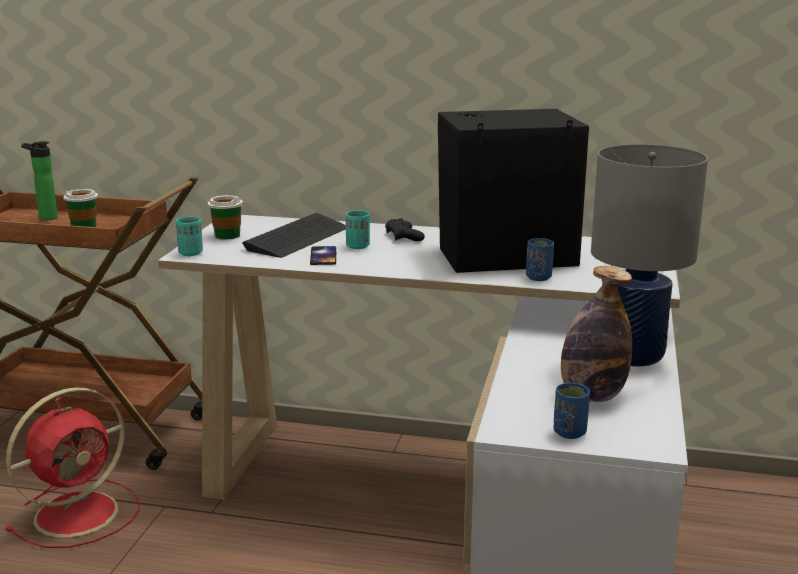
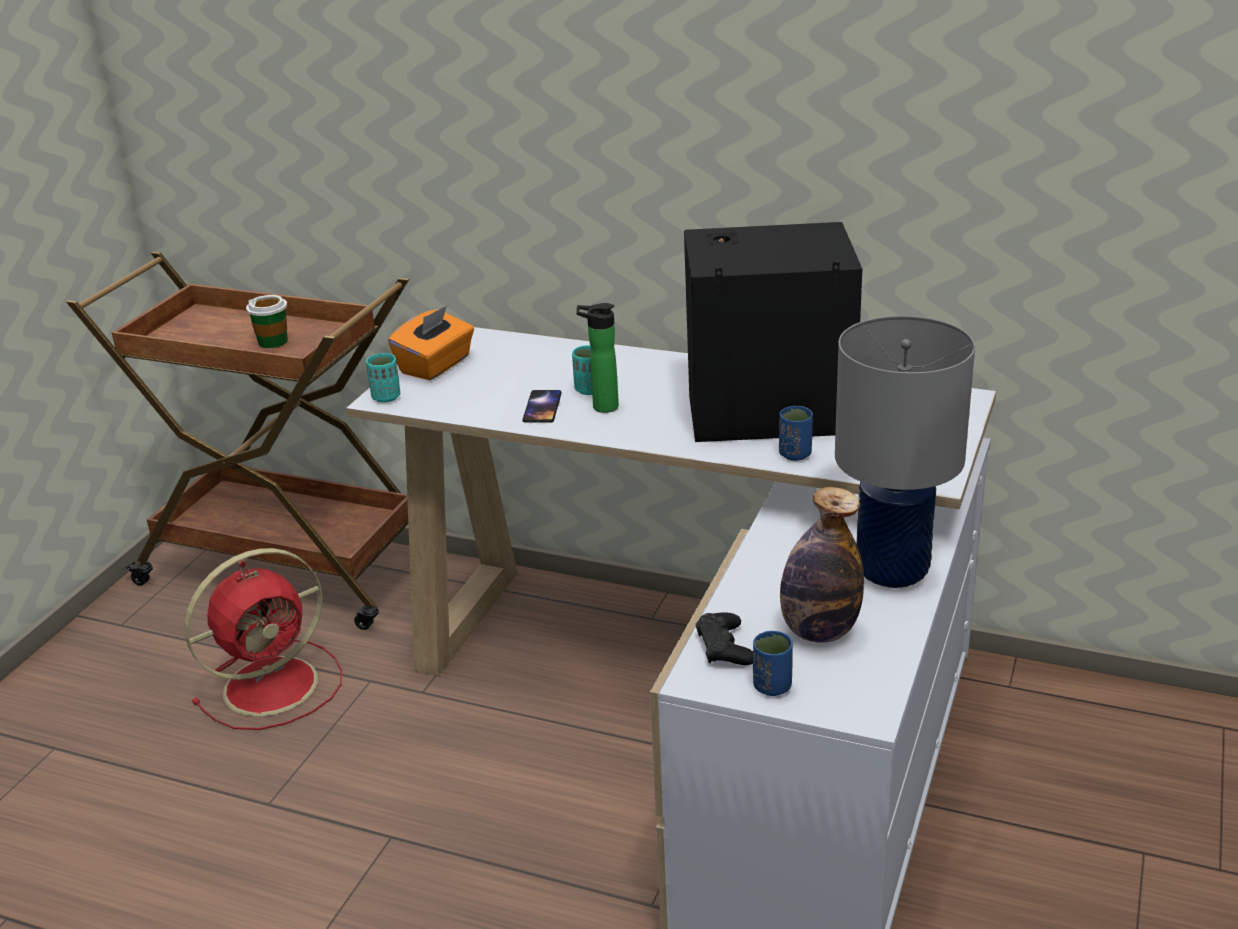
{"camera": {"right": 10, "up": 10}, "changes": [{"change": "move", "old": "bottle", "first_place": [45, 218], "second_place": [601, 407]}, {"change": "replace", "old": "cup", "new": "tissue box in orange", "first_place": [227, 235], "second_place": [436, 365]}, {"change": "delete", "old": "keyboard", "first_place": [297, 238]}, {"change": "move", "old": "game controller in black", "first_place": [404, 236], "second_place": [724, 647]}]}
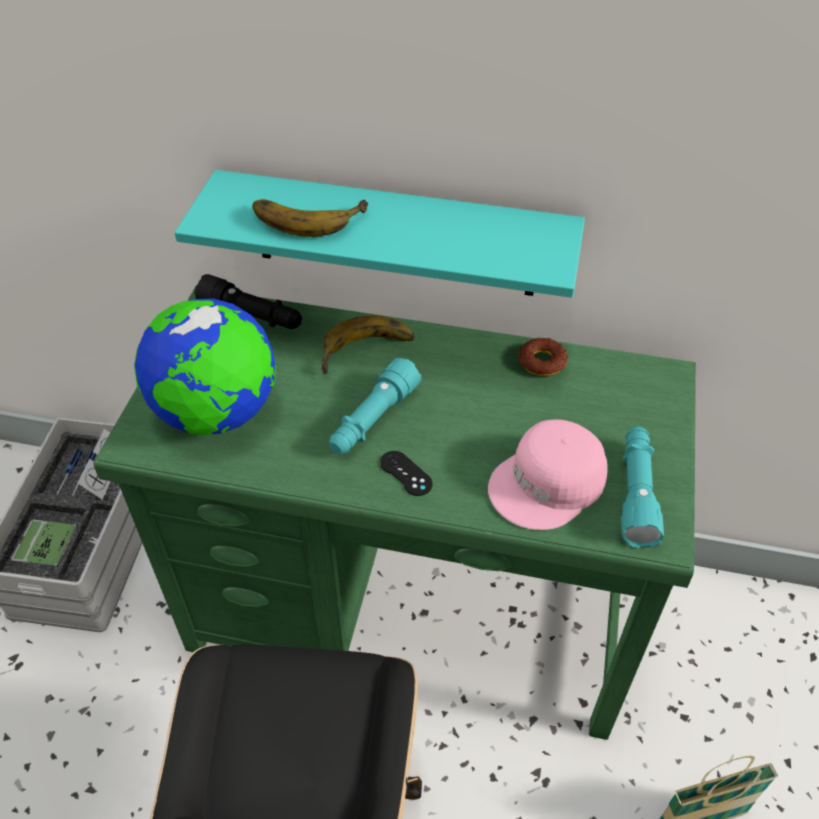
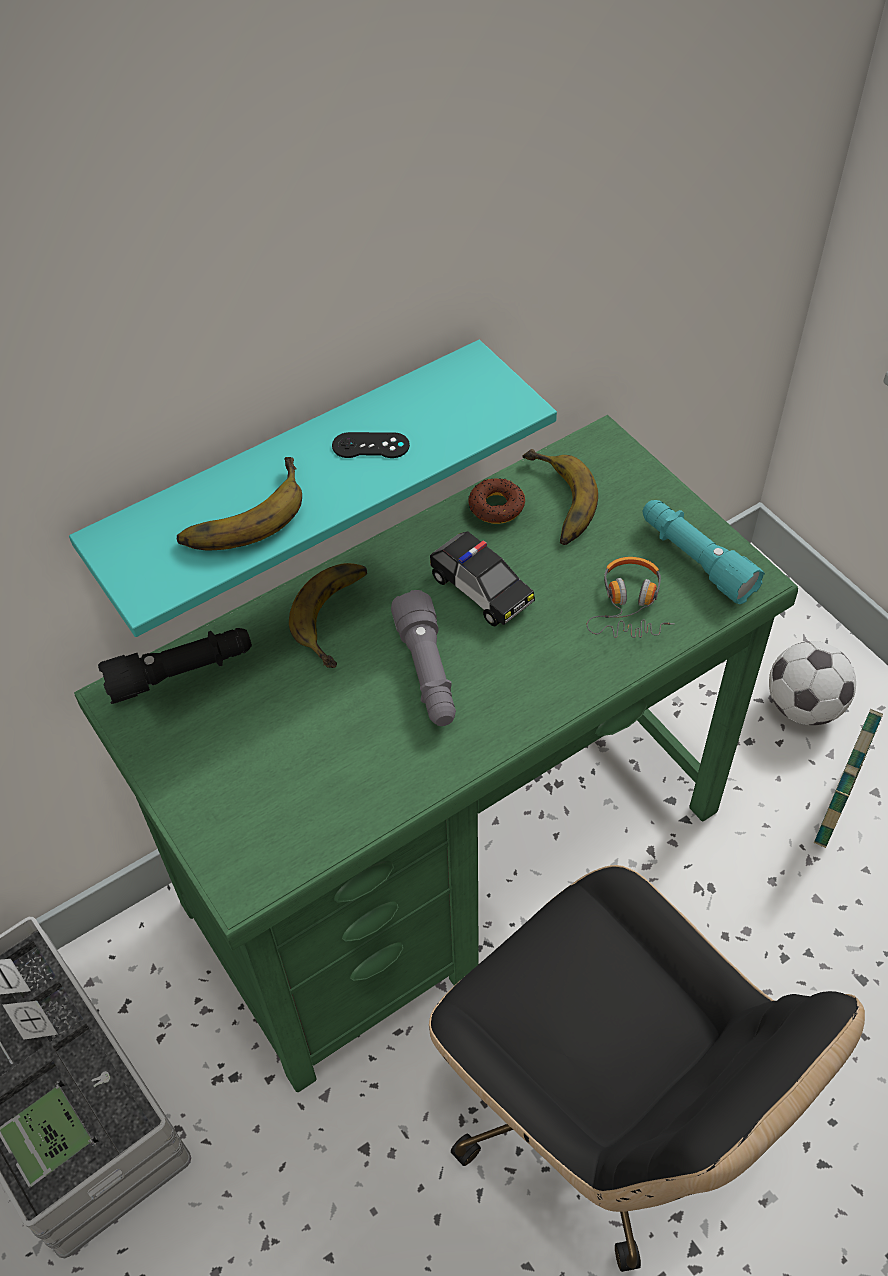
{"camera": {"right": -45, "up": 5}, "changes": [{"change": "delete", "old": "globe", "first_place": [217, 413]}, {"change": "recolor", "old": "flashlight in turquoise", "new": "flashlight in grey", "first_place": [373, 419], "second_place": [427, 672]}, {"change": "replace", "old": "cap in pink", "new": "headphones", "first_place": [549, 484], "second_place": [629, 606]}, {"change": "move", "old": "game controller in black", "first_place": [406, 473], "second_place": [370, 446]}, {"change": "insert", "new": "banana", "second_place": [552, 503]}, {"change": "insert", "new": "toy car", "second_place": [480, 589]}, {"change": "insert", "new": "football", "second_place": [803, 706]}]}
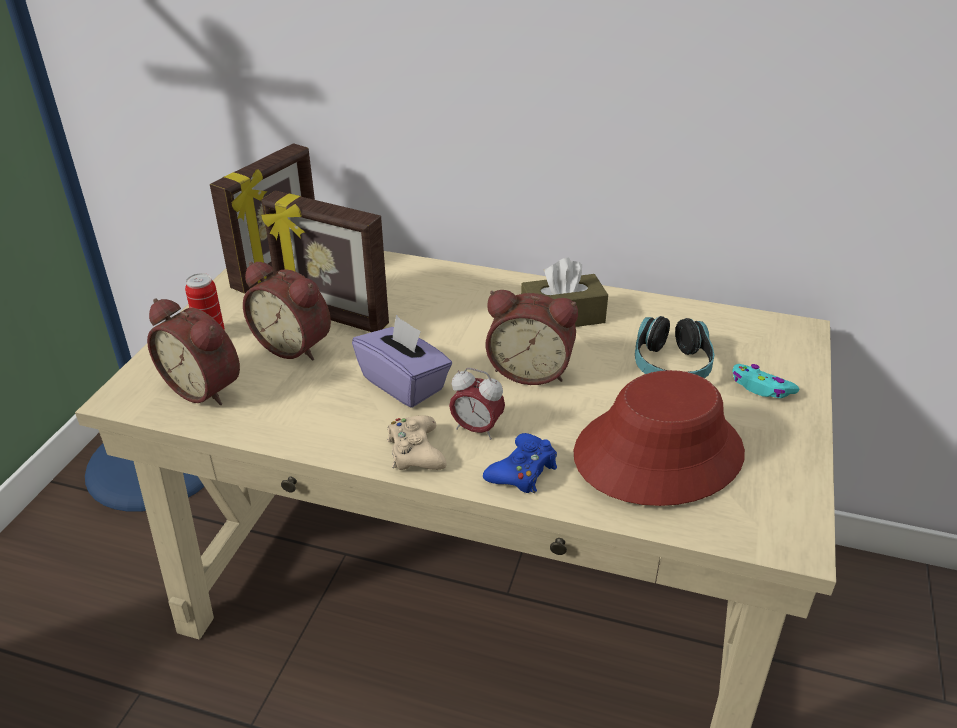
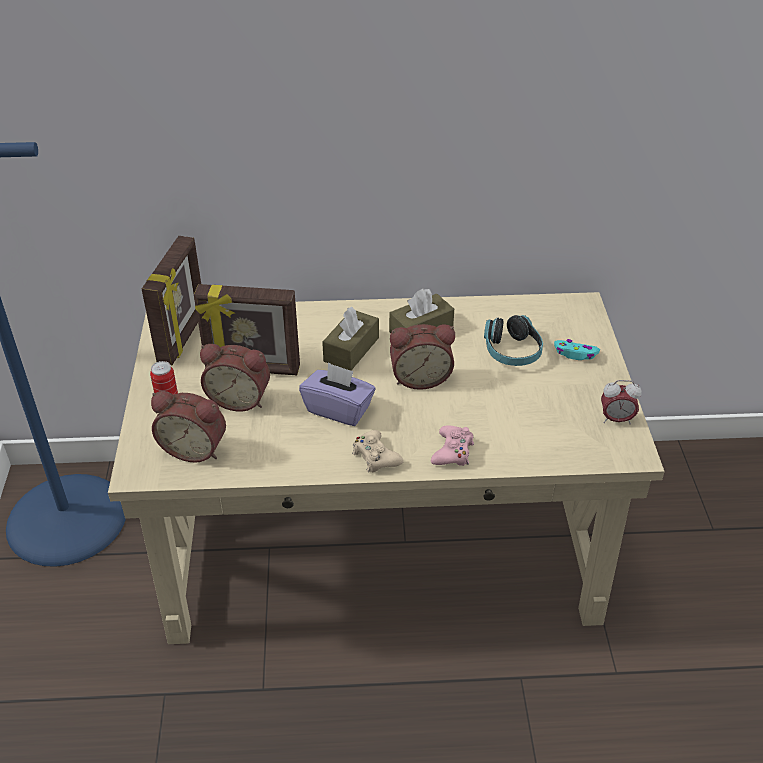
{"camera": {"right": -20, "up": 5}, "changes": [{"change": "move", "old": "alarm clock", "first_place": [476, 429], "second_place": [616, 419]}, {"change": "delete", "old": "hat in red", "first_place": [658, 453]}, {"change": "recolor", "old": "game controller in blue", "new": "game controller in pink", "first_place": [523, 471], "second_place": [453, 452]}, {"change": "insert", "new": "tissue box in brown", "second_place": [351, 349]}]}
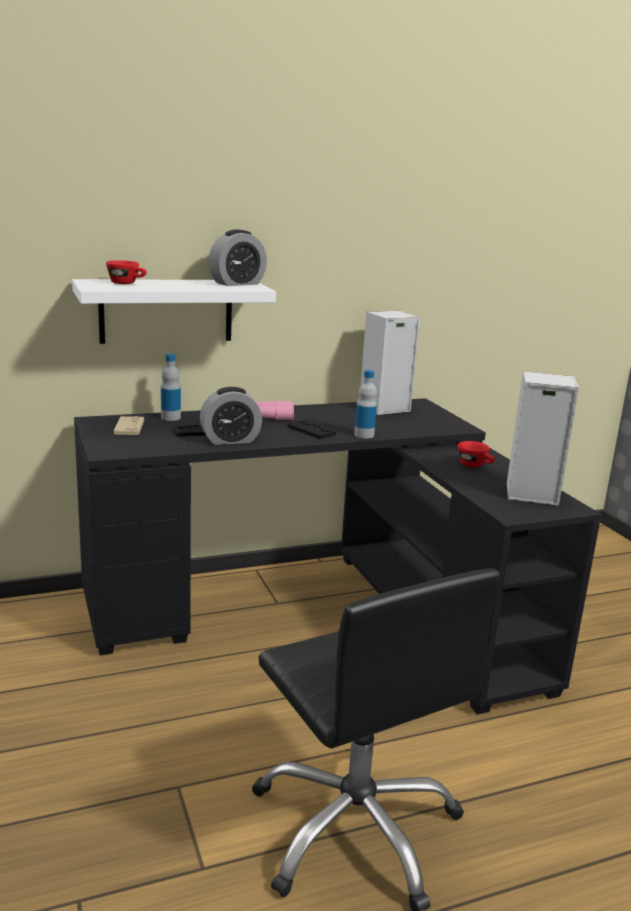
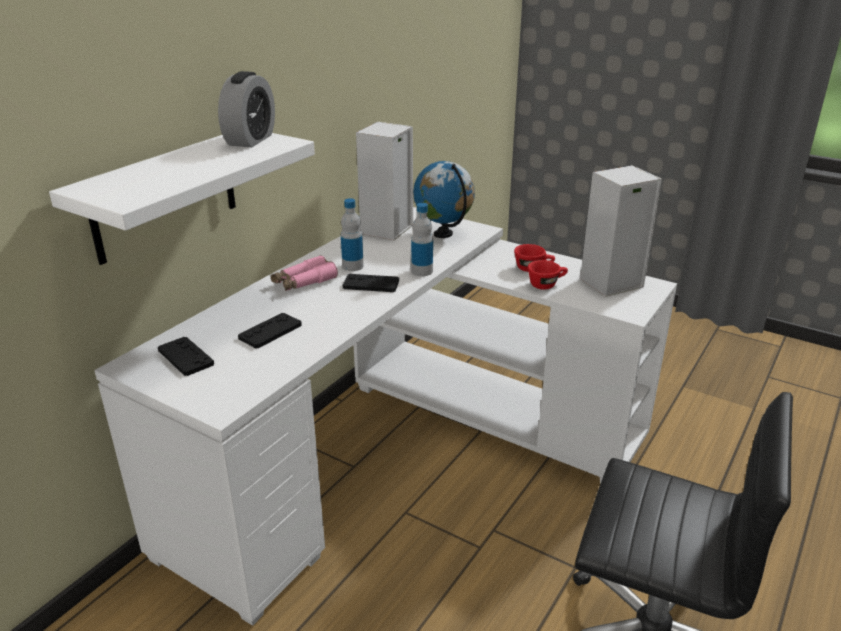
{"camera": {"right": -35, "up": 10}, "changes": [{"change": "move", "old": "cup in red", "first_place": [127, 283], "second_place": [546, 284]}, {"change": "move", "old": "bottle", "first_place": [170, 417], "second_place": [353, 266]}, {"change": "delete", "old": "alarm clock", "first_place": [230, 440]}, {"change": "recolor", "old": "desk in black", "new": "desk in white", "first_place": [324, 610], "second_place": [401, 452]}, {"change": "recolor", "old": "game controller in beige", "new": "game controller in black", "first_place": [129, 427], "second_place": [185, 357]}, {"change": "insert", "new": "globe", "second_place": [443, 234]}]}
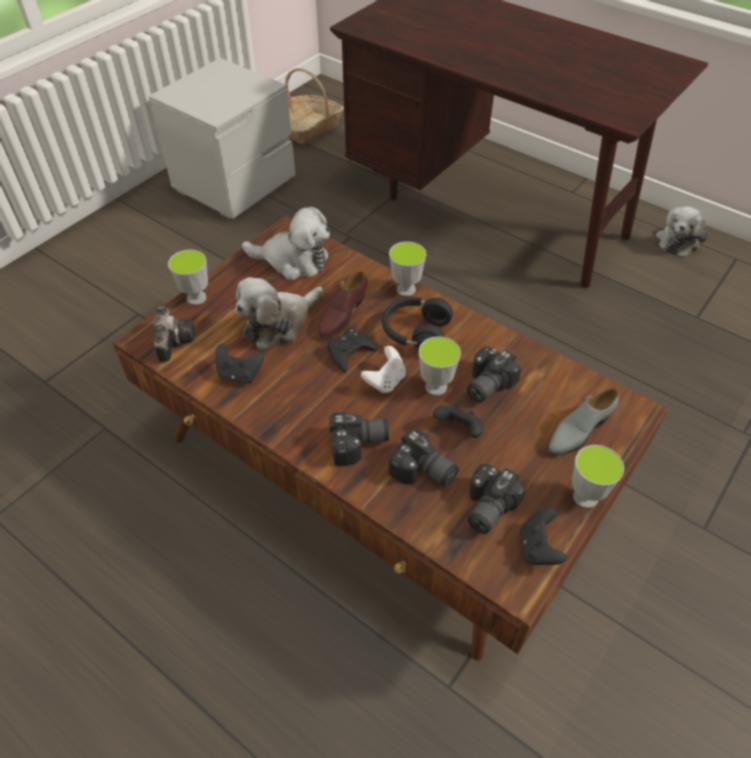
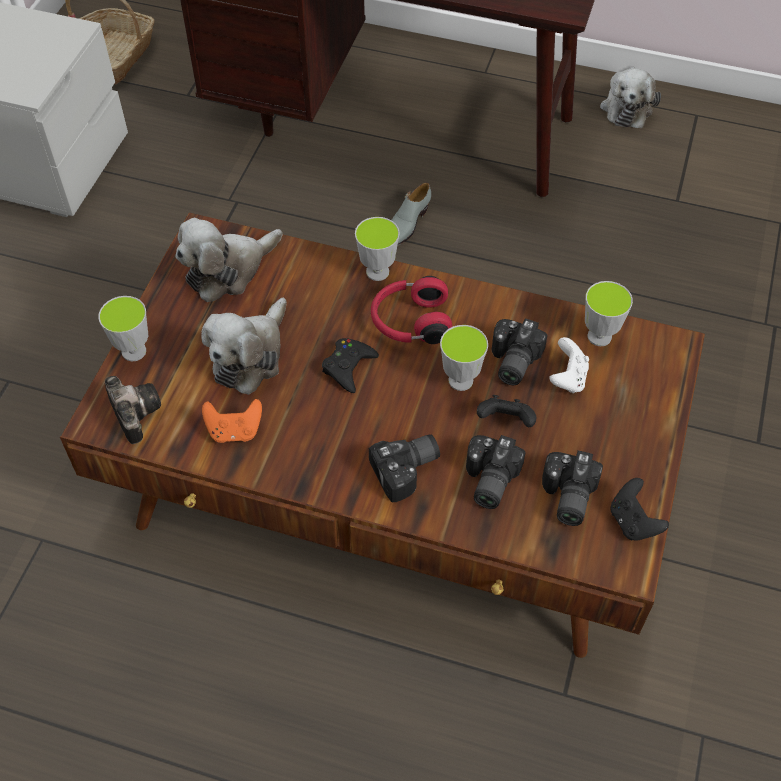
{"camera": {"right": -20, "up": 5}, "changes": [{"change": "rotate", "old": "plush toy", "first_place": [293, 260], "second_place": [228, 270], "degrees": 150}, {"change": "delete", "old": "shoe in brown", "first_place": [342, 314]}, {"change": "recolor", "old": "headphones in black", "new": "headphones in red", "first_place": [414, 332], "second_place": [410, 322]}, {"change": "recolor", "old": "game controller in black", "new": "game controller in orange", "first_place": [239, 374], "second_place": [234, 431]}, {"change": "move", "old": "game controller in white", "first_place": [385, 381], "second_place": [568, 378]}, {"change": "move", "old": "shoe in grey", "first_place": [579, 430], "second_place": [407, 224]}, {"change": "rotate", "old": "photo camera", "first_place": [423, 472], "second_place": [487, 480], "degrees": 90}, {"change": "move", "old": "cup", "first_place": [585, 497], "second_place": [599, 336]}]}
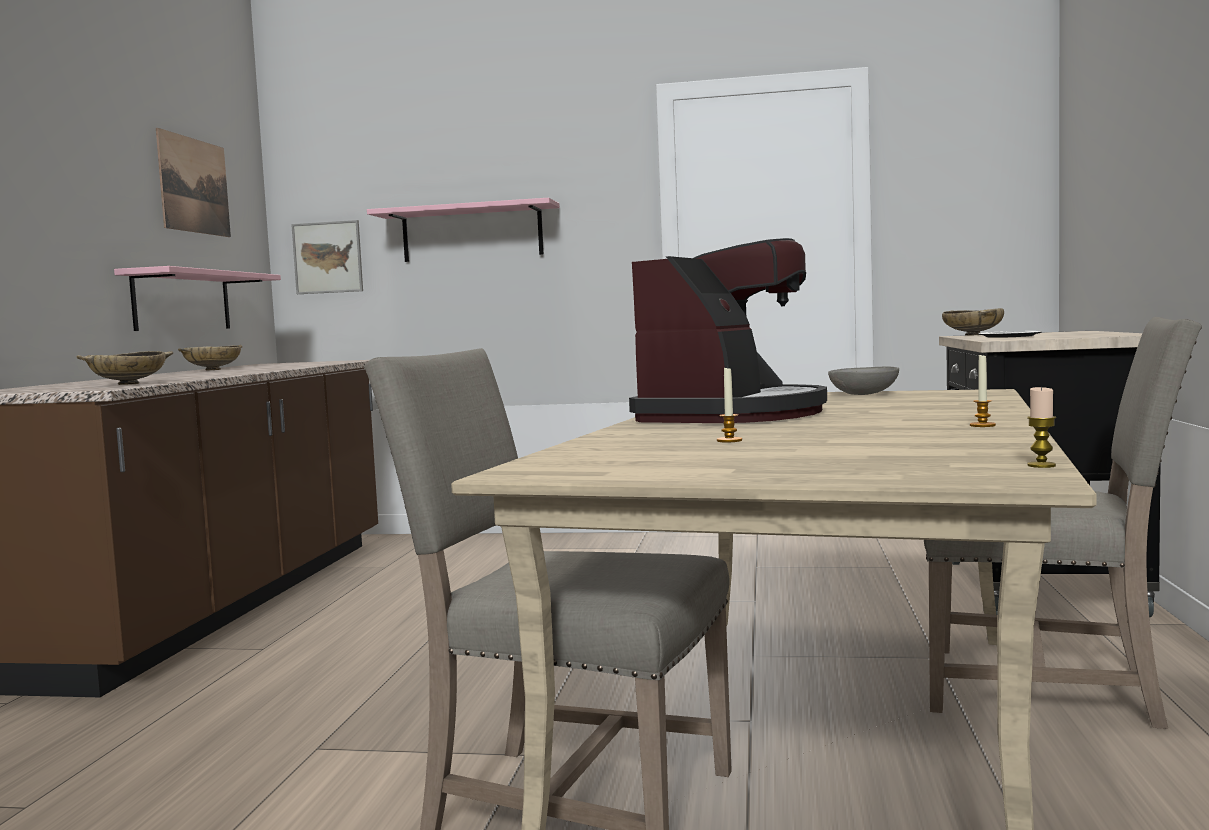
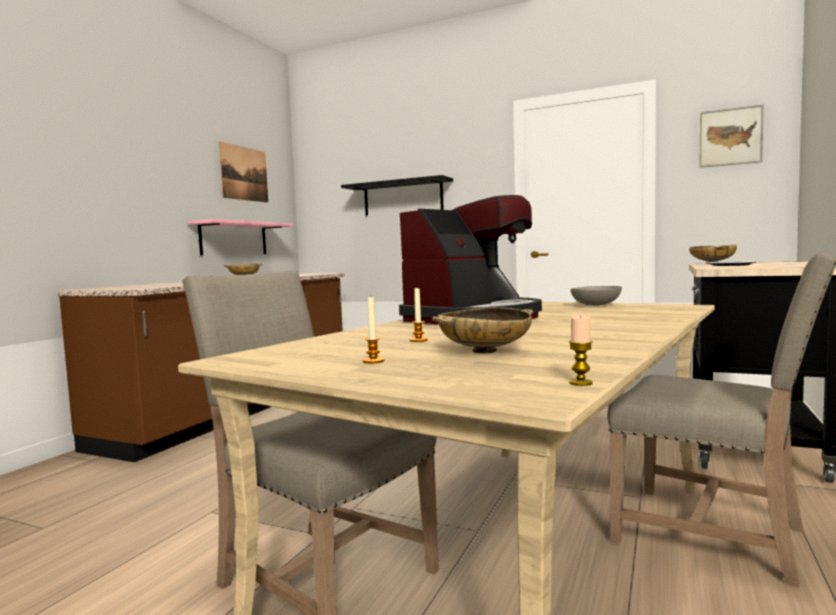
{"camera": {"right": 15, "up": 0}, "changes": [{"change": "recolor", "old": "shelf in pink", "new": "shelf in black", "first_place": [472, 233], "second_place": [403, 198]}, {"change": "move", "old": "picture", "first_place": [328, 257], "second_place": [730, 137]}, {"change": "move", "old": "bowl in beige", "first_place": [128, 384], "second_place": [484, 351]}, {"change": "move", "old": "candle", "first_place": [982, 425], "second_place": [373, 361]}]}
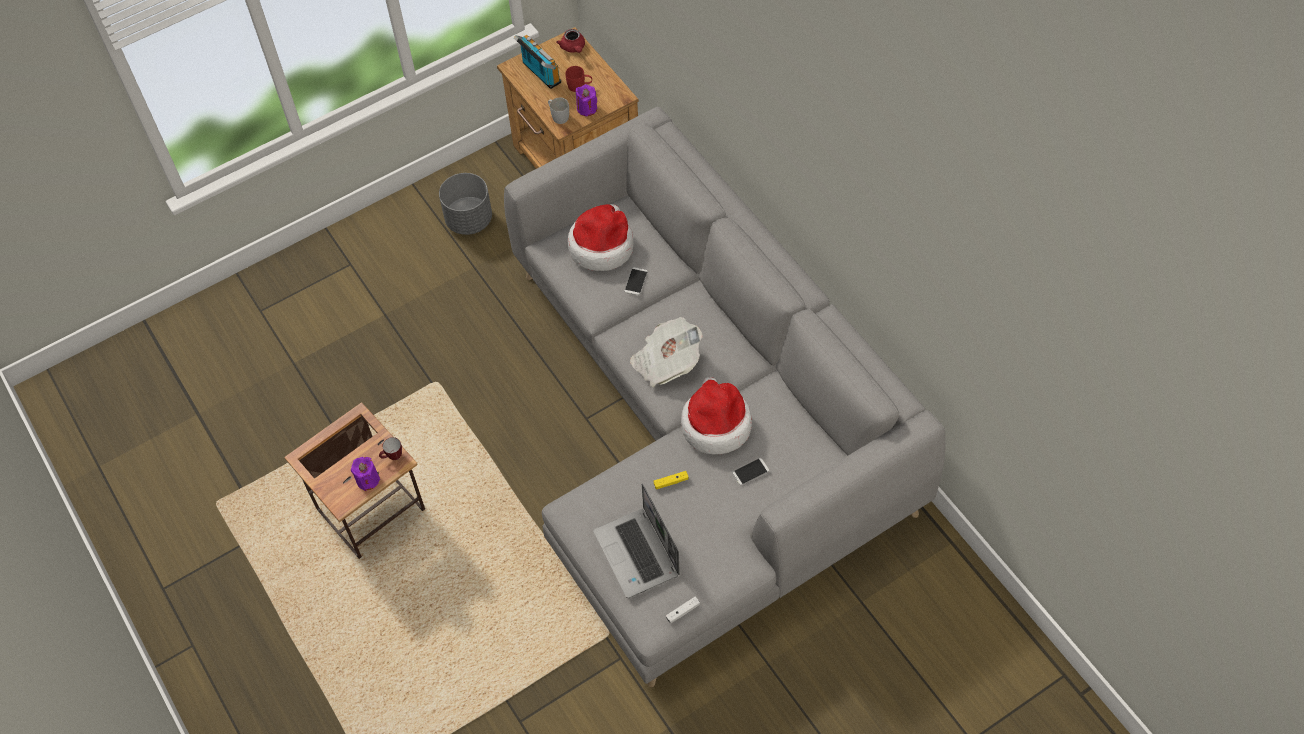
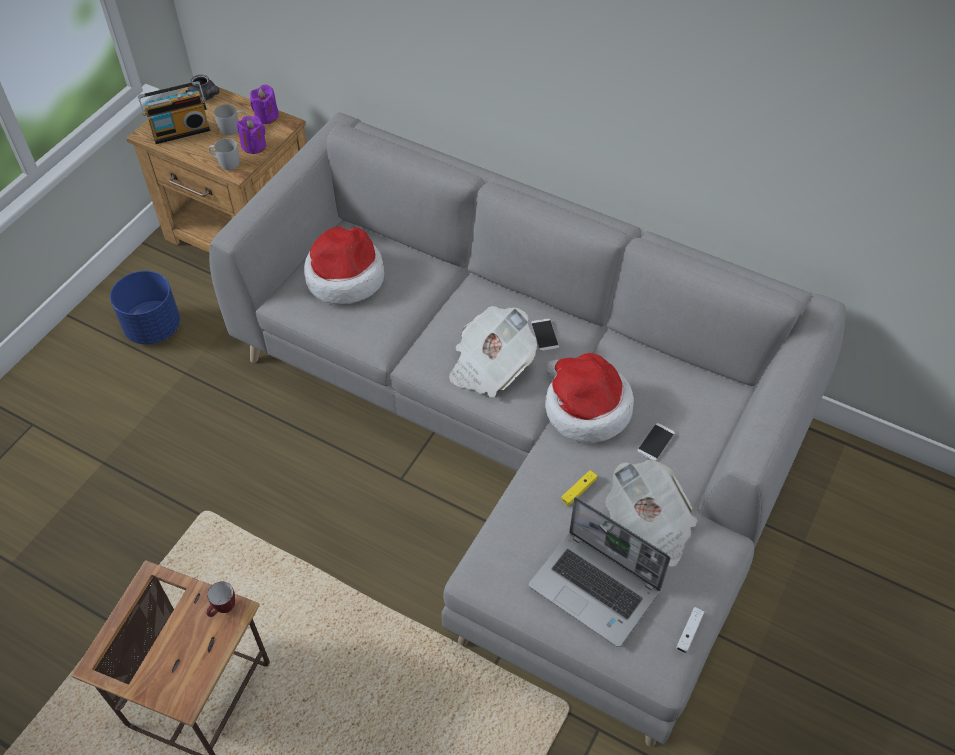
{"camera": {"right": -30, "up": -5}, "changes": [{"change": "recolor", "old": "teapot in red", "new": "teapot in grey", "first_place": [573, 48], "second_place": [205, 97]}, {"change": "rotate", "old": "radio", "first_place": [539, 74], "second_place": [181, 130], "degrees": 135}, {"change": "recolor", "old": "mug in red", "new": "mug in white", "first_place": [579, 86], "second_place": [233, 128]}, {"change": "recolor", "old": "planter in grey", "new": "planter in blue", "first_place": [468, 220], "second_place": [153, 328]}, {"change": "move", "old": "phone", "first_place": [636, 281], "second_place": [544, 335]}, {"change": "move", "old": "candle in purple", "first_place": [368, 480], "second_place": [266, 116]}, {"change": "insert", "new": "newspaper", "second_place": [649, 526]}]}
